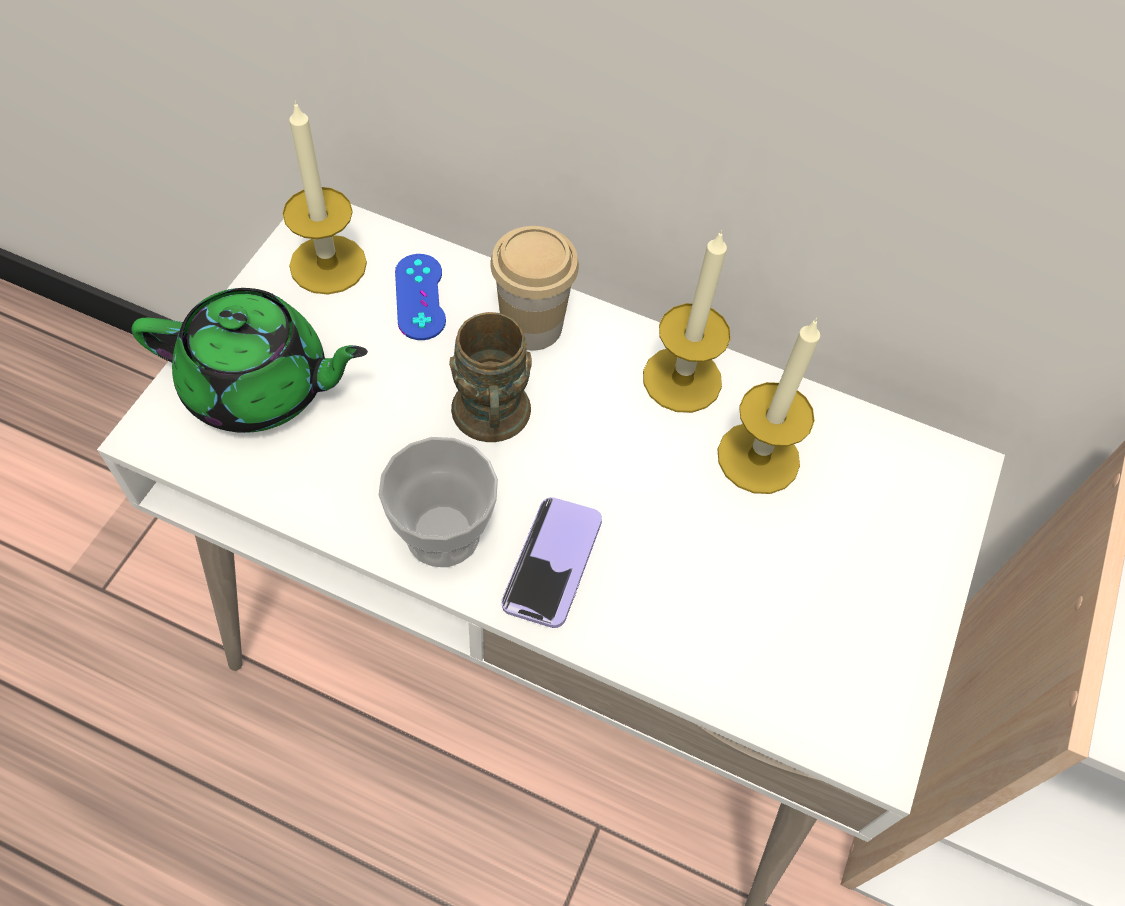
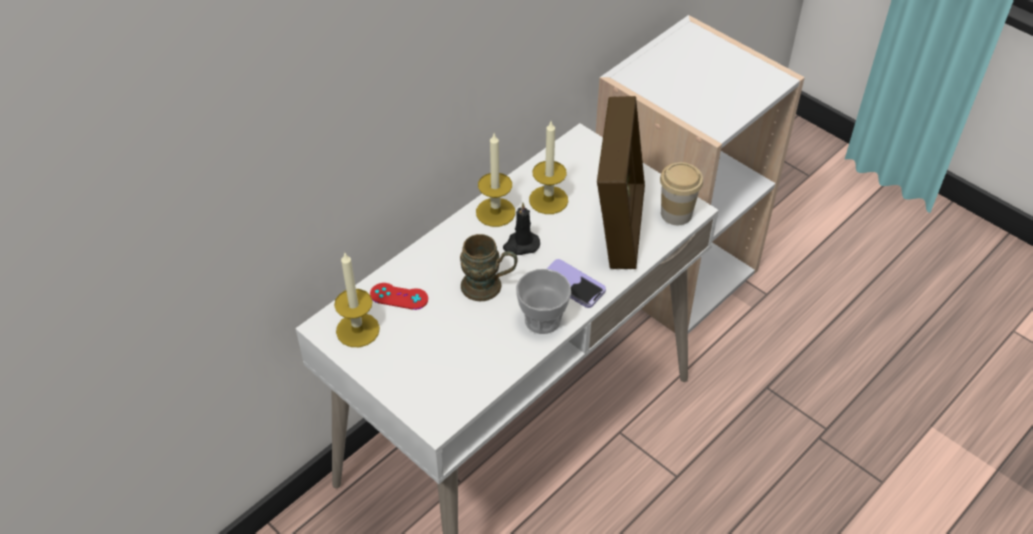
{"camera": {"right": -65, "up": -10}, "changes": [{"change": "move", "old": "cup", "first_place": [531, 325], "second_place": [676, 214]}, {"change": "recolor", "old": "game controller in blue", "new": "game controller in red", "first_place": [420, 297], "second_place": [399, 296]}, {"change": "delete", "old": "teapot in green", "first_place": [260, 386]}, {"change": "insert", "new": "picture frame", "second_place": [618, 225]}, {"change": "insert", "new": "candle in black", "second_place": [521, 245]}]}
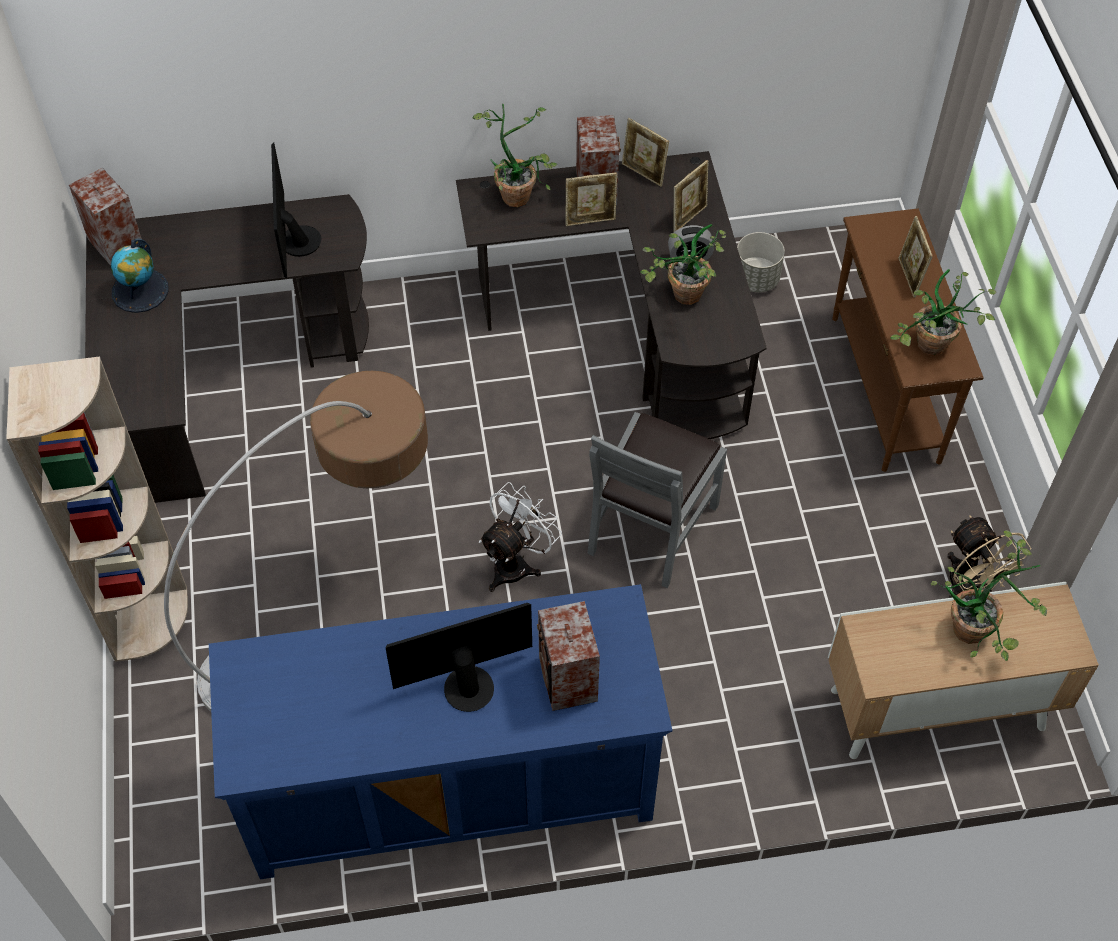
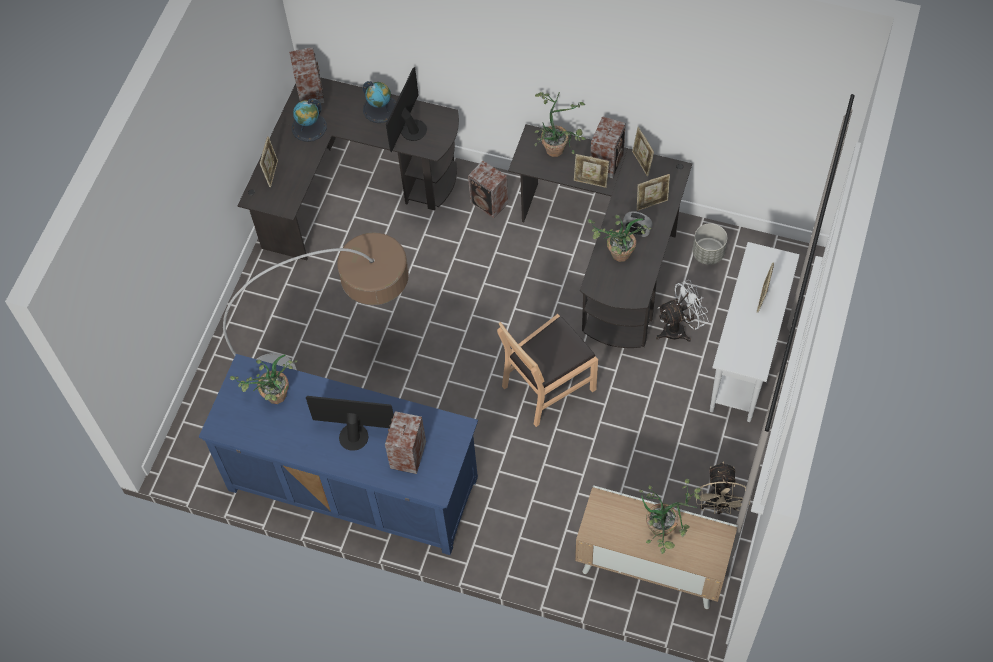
{"camera": {"right": 30, "up": 5}, "changes": [{"change": "recolor", "old": "console table in brown", "new": "console table in white", "first_place": [887, 390], "second_place": [746, 360]}, {"change": "move", "old": "potted plant", "first_place": [929, 350], "second_place": [271, 398]}, {"change": "delete", "old": "bookcase in beige", "first_place": [151, 627]}, {"change": "recolor", "old": "chair in grey", "new": "chair in brown", "first_place": [651, 527], "second_place": [548, 386]}, {"change": "move", "old": "fan in white", "first_place": [516, 563], "second_place": [679, 329]}, {"change": "insert", "new": "globe", "second_place": [380, 109]}, {"change": "insert", "new": "picture frame", "second_place": [272, 173]}, {"change": "insert", "new": "speaker", "second_place": [489, 203]}]}
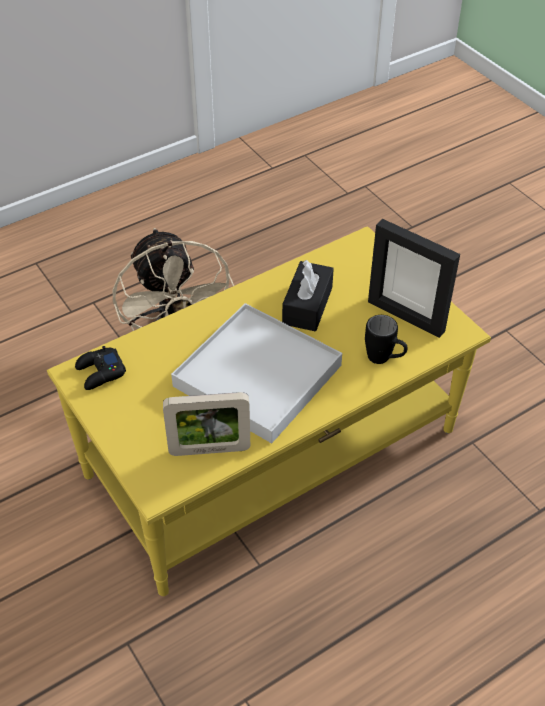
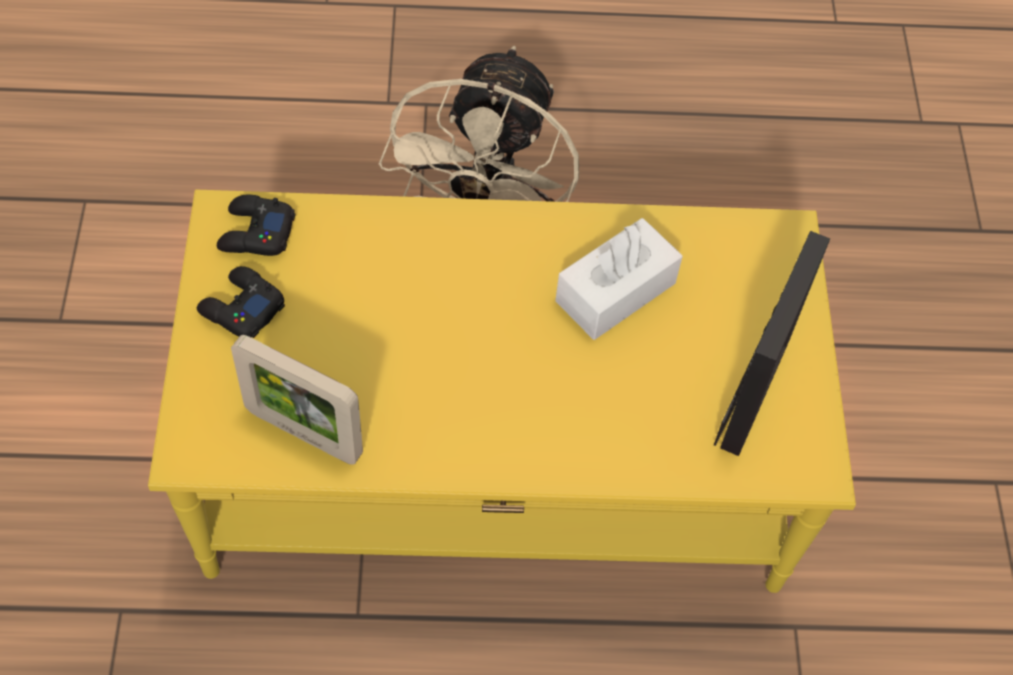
{"camera": {"right": 30, "up": 10}, "changes": [{"change": "rotate", "old": "picture frame", "first_place": [406, 315], "second_place": [752, 392], "degrees": -135}, {"change": "recolor", "old": "tissue box in black", "new": "tissue box in white", "first_place": [307, 306], "second_place": [615, 292]}, {"change": "delete", "old": "tray in white", "first_place": [257, 376]}, {"change": "delete", "old": "mug in black", "first_place": [384, 360]}, {"change": "insert", "new": "game controller in black", "second_place": [241, 308]}]}
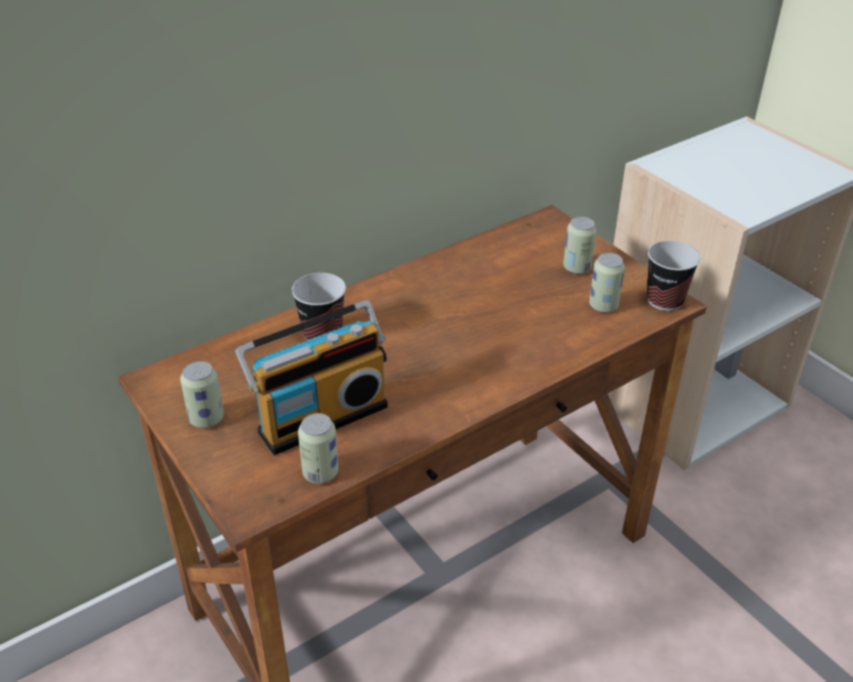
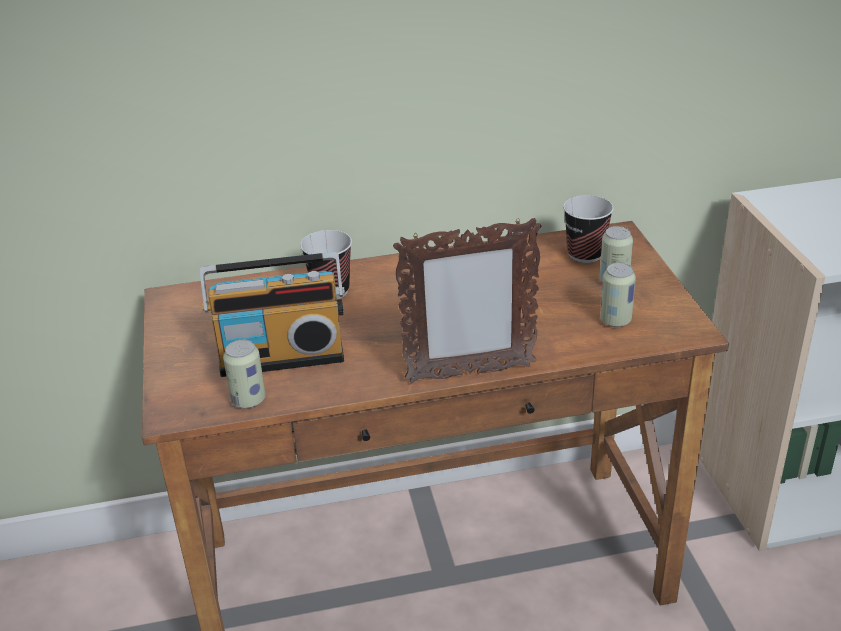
{"camera": {"right": 25, "up": -5}, "changes": [{"change": "move", "old": "cup", "first_place": [664, 300], "second_place": [585, 254]}, {"change": "delete", "old": "can", "first_place": [206, 419]}, {"change": "insert", "new": "picture frame", "second_place": [469, 374]}]}
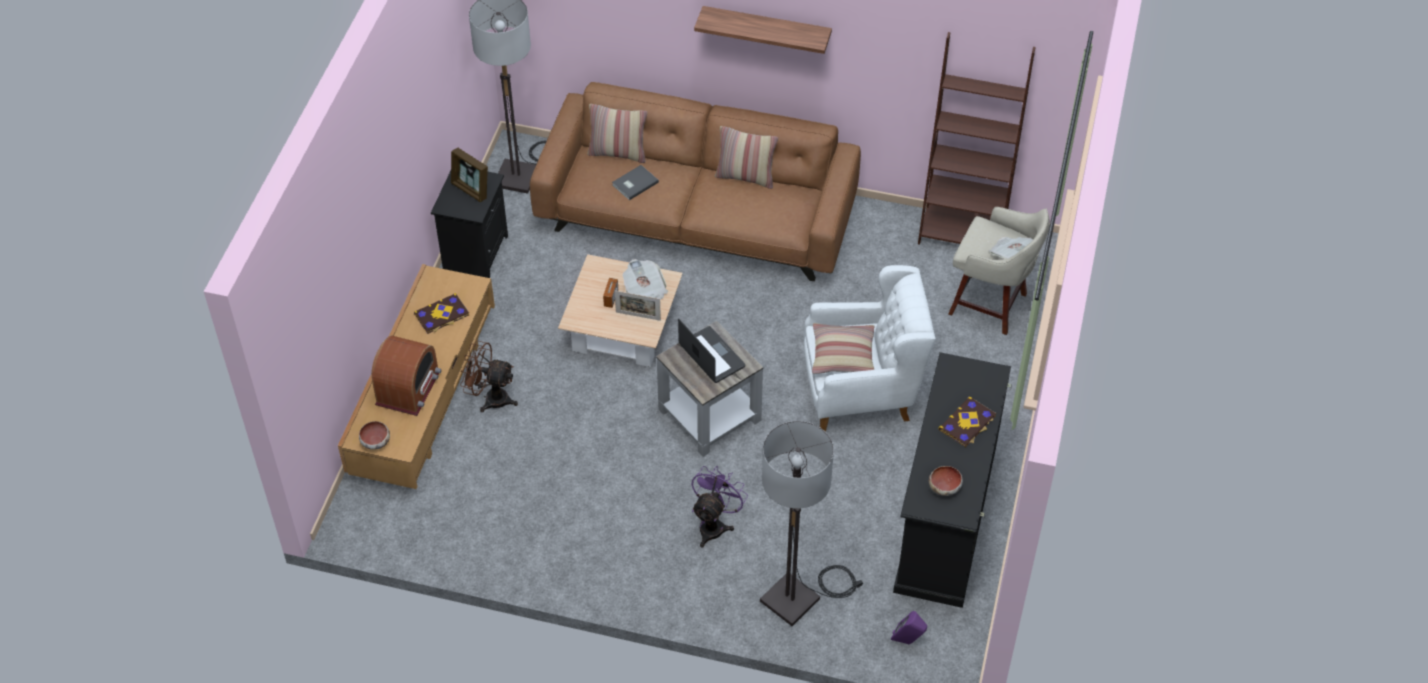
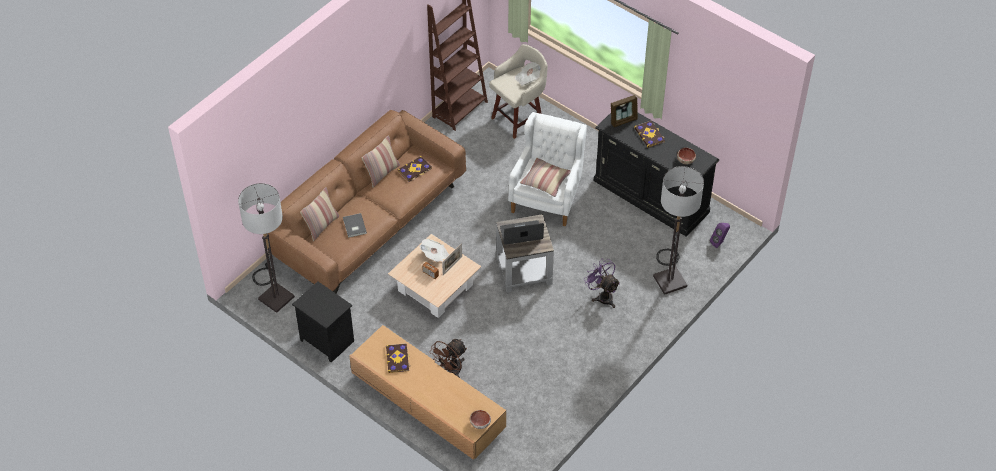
{"camera": {"right": -65, "up": 0}, "changes": [{"change": "delete", "old": "shelf", "first_place": [766, 29]}, {"change": "move", "old": "picture frame", "first_place": [471, 189], "second_place": [623, 120]}, {"change": "delete", "old": "radio", "first_place": [408, 388]}, {"change": "insert", "new": "book", "second_place": [415, 170]}]}
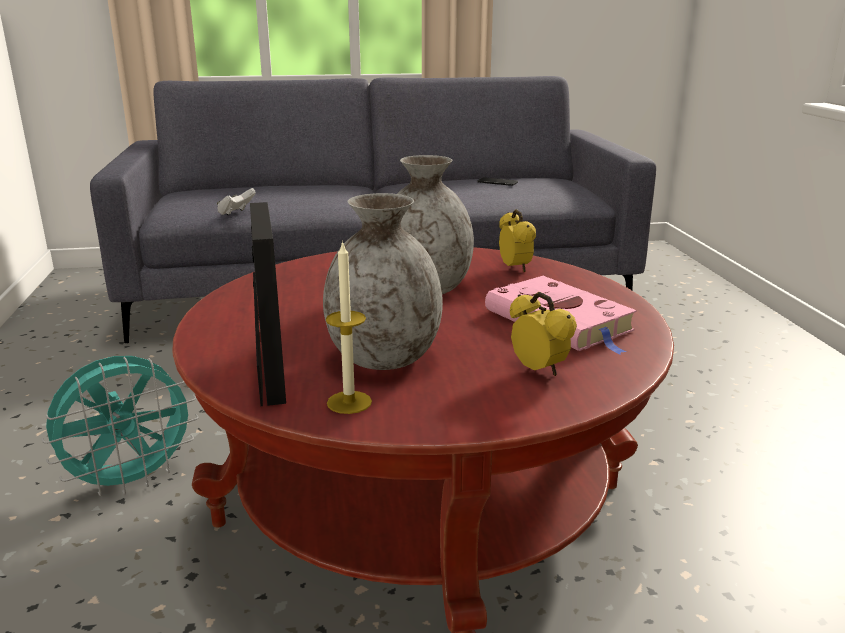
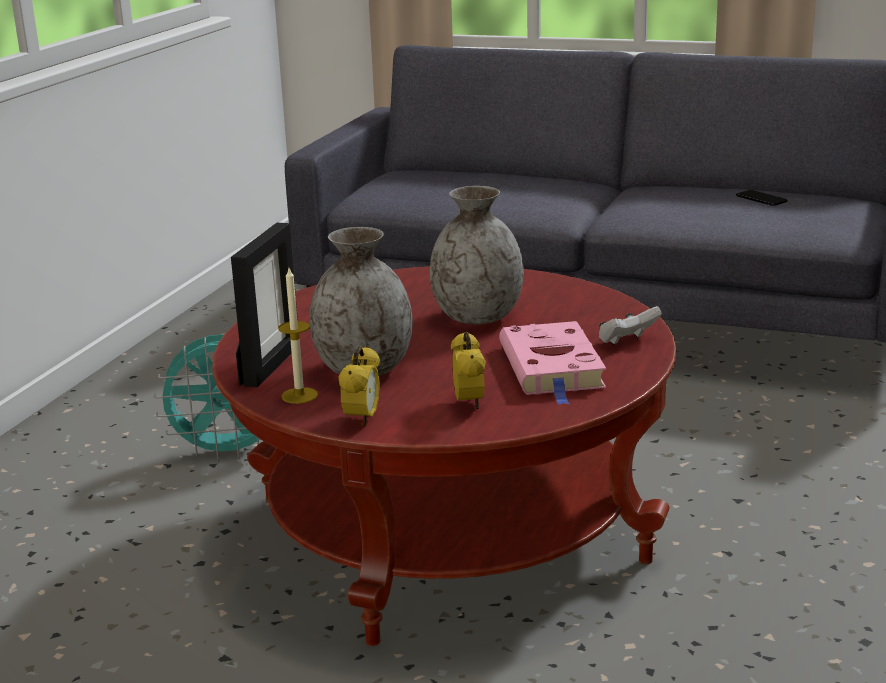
{"camera": {"right": 30, "up": 0}, "changes": [{"change": "move", "old": "game controller in white", "first_place": [236, 213], "second_place": [627, 341]}, {"change": "move", "old": "alarm clock", "first_place": [515, 268], "second_place": [362, 419]}]}
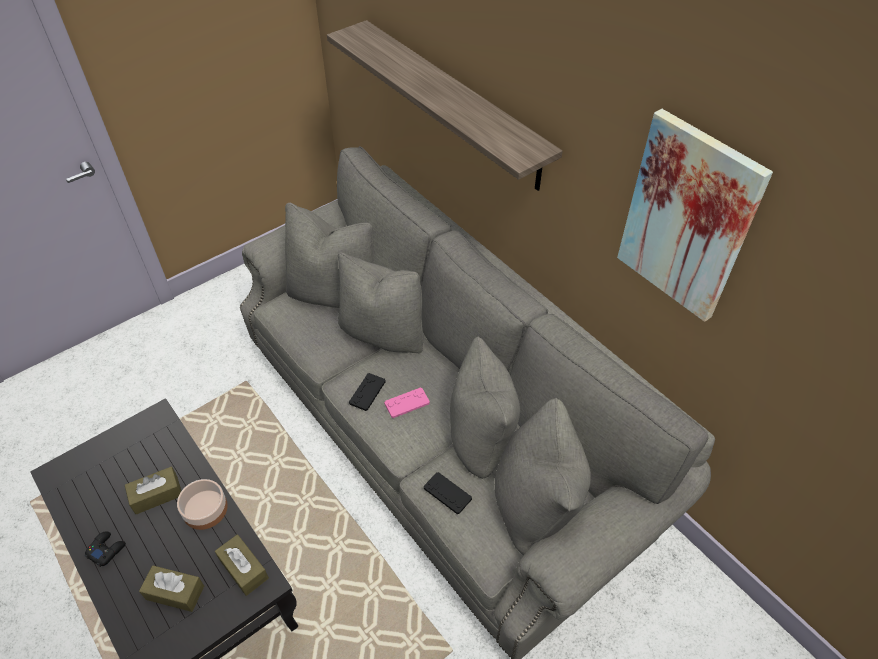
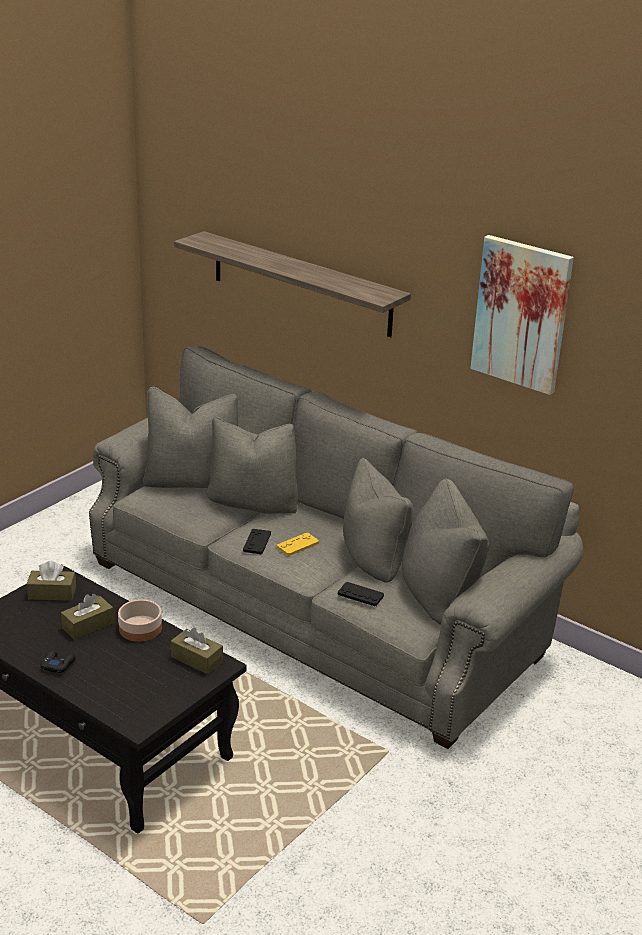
{"camera": {"right": -15, "up": -20}, "changes": [{"change": "recolor", "old": "game controller in pink", "new": "game controller in yellow", "first_place": [407, 403], "second_place": [297, 545]}, {"change": "move", "old": "tissue box in brown", "first_place": [175, 592], "second_place": [52, 593]}]}
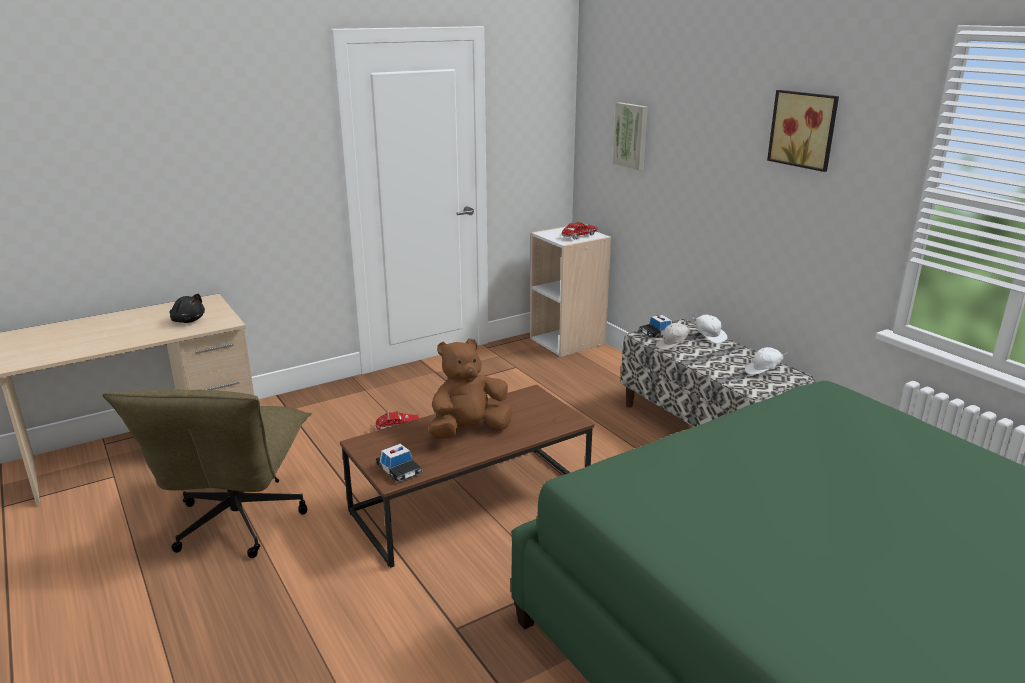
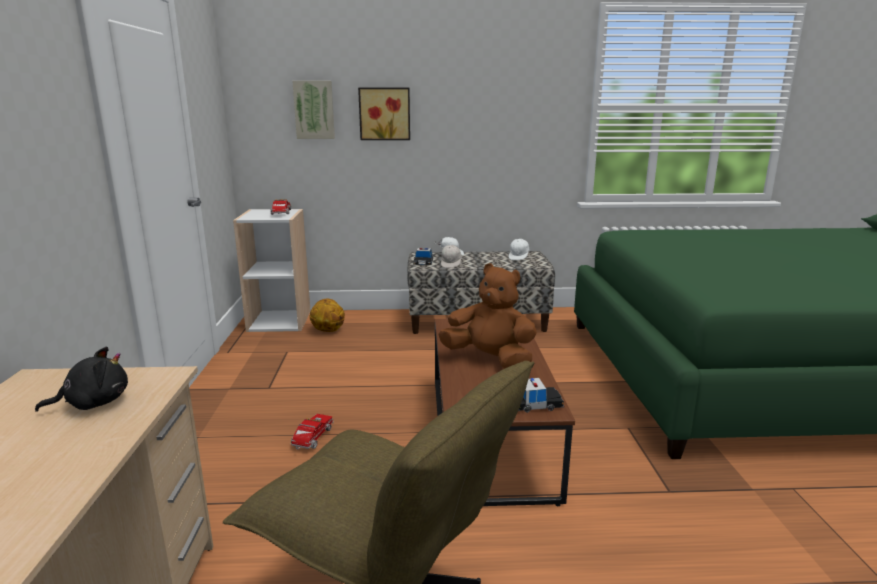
{"camera": {"right": -60, "up": -5}, "changes": [{"change": "move", "old": "picture", "first_place": [804, 129], "second_place": [384, 114]}, {"change": "rotate", "old": "plush toy in brown", "first_place": [468, 431], "second_place": [490, 359], "degrees": 120}, {"change": "insert", "new": "basketball", "second_place": [328, 330]}]}
